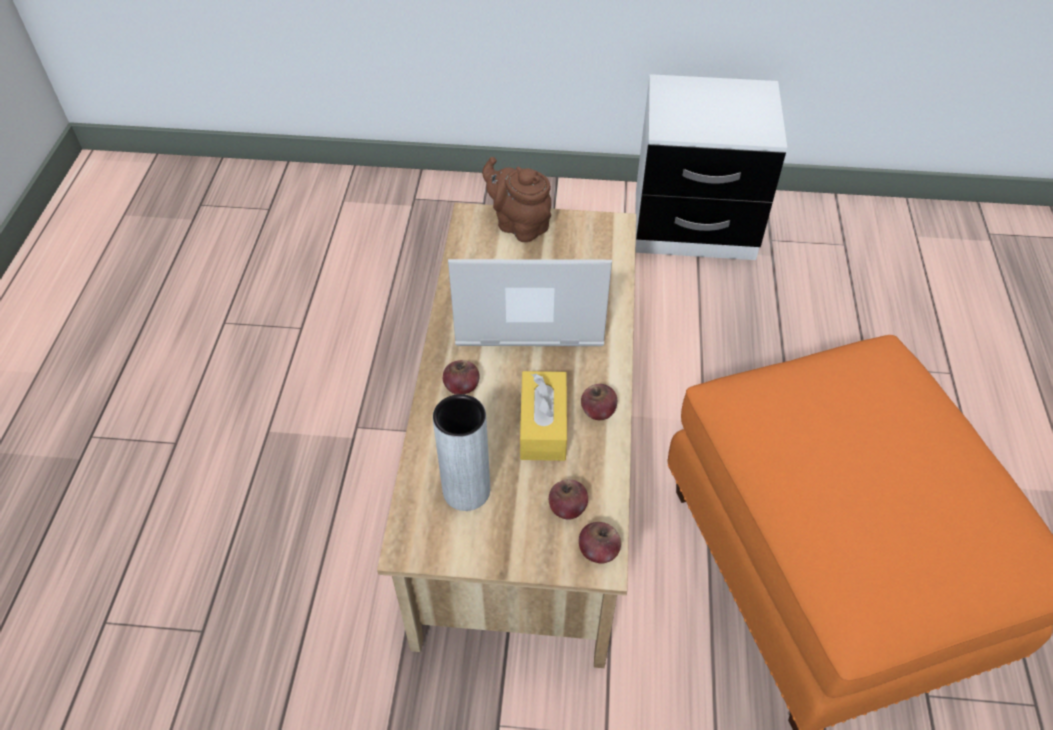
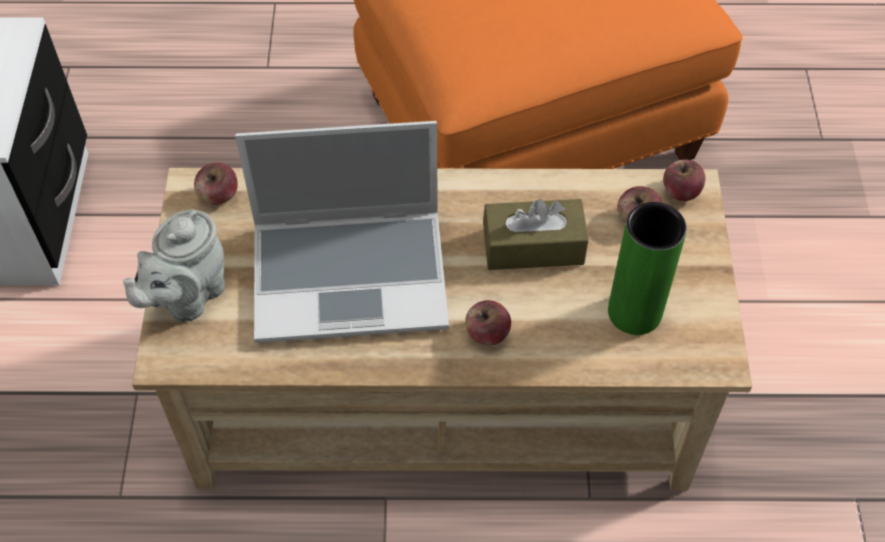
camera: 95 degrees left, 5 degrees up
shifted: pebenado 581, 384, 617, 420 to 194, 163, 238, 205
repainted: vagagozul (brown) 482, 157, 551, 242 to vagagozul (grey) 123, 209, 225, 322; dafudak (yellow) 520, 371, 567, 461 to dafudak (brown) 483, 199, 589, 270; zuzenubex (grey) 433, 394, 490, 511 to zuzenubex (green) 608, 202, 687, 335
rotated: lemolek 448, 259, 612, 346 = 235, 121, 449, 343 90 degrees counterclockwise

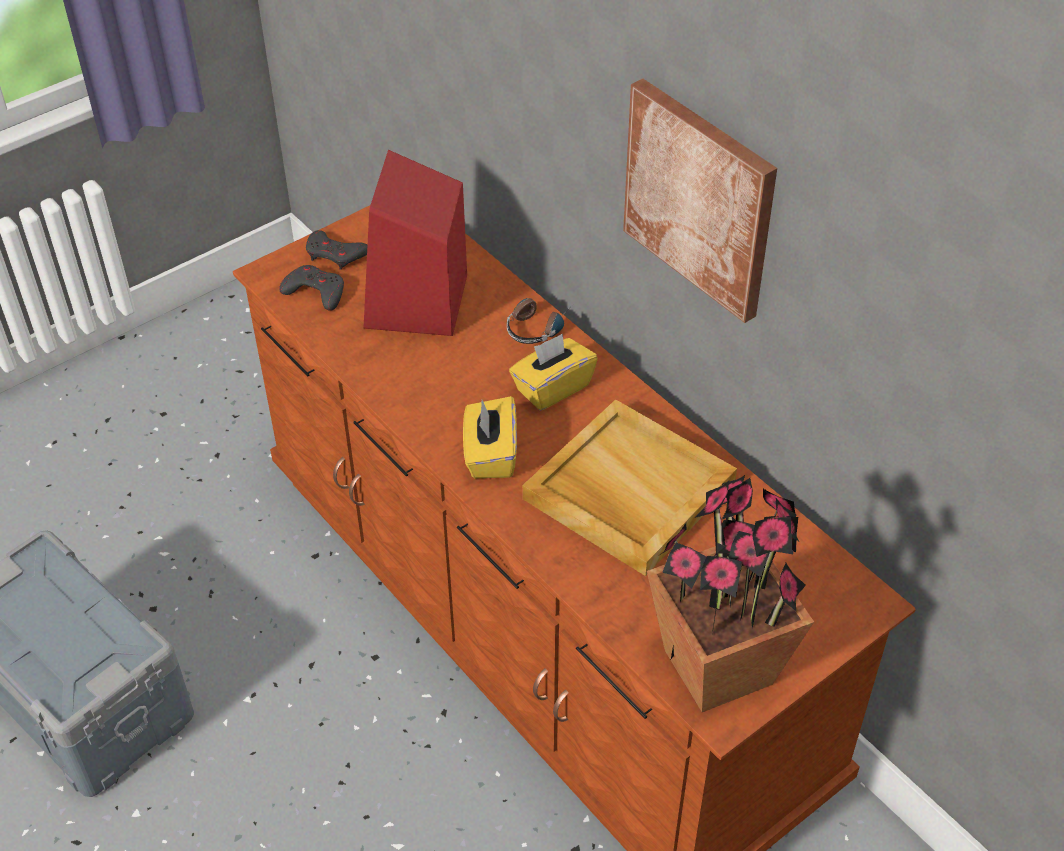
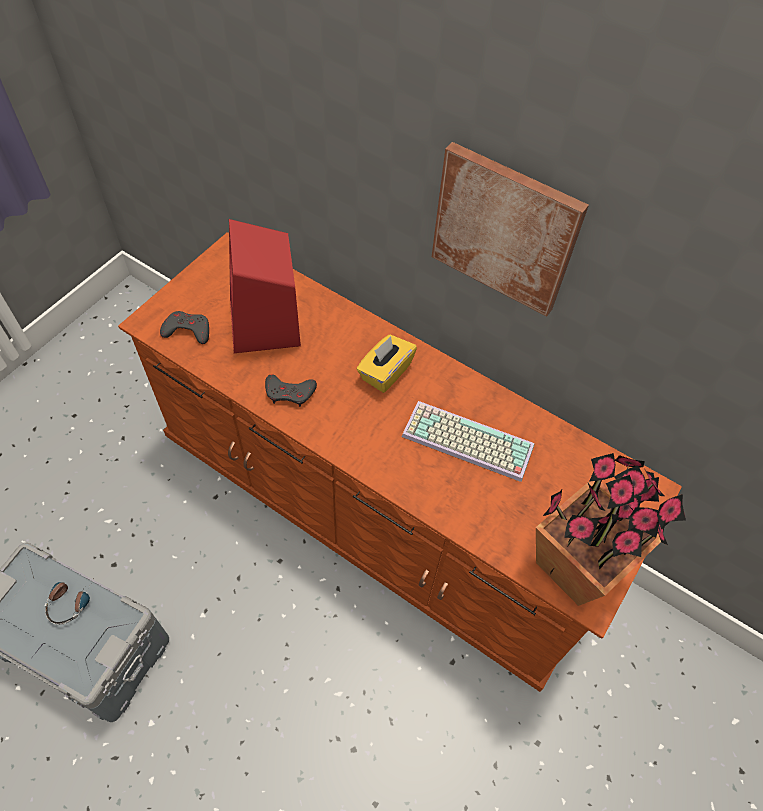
camera: 20 degrees left, 10 degrees up
gone: dafudak (yellow) 463, 396, 517, 478
shifted: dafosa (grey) 306, 230, 368, 270 to 265, 374, 317, 407; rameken 507, 298, 564, 344 to 44, 577, 95, 625
swapped: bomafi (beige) 523, 399, 737, 576 to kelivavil 402, 401, 534, 482

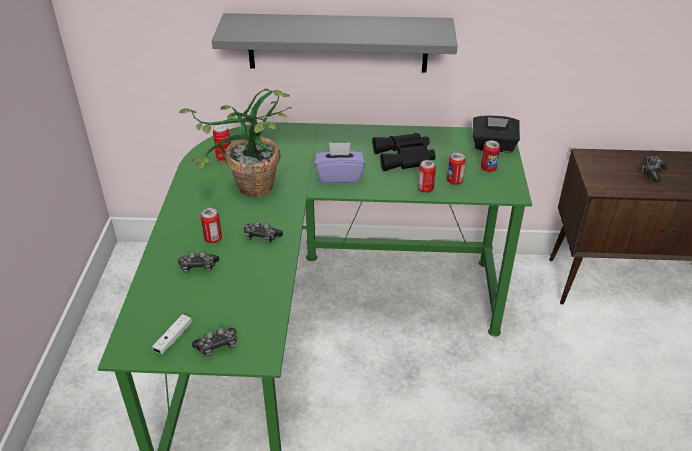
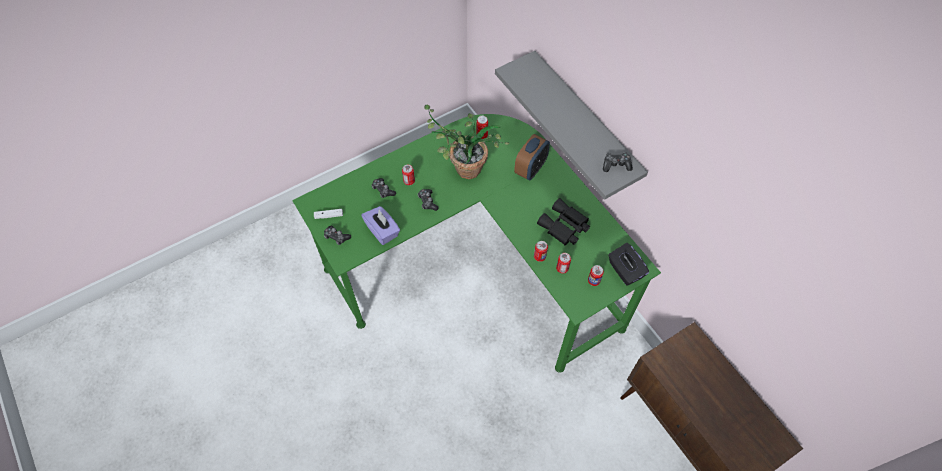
camera: 55 degrees right, 20 degrees up
new: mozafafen 514, 134, 550, 180
shifted: dafudak (purple) 315, 142, 365, 184 to 361, 206, 400, 245; dafosa 642, 156, 667, 182 to 603, 152, 633, 172

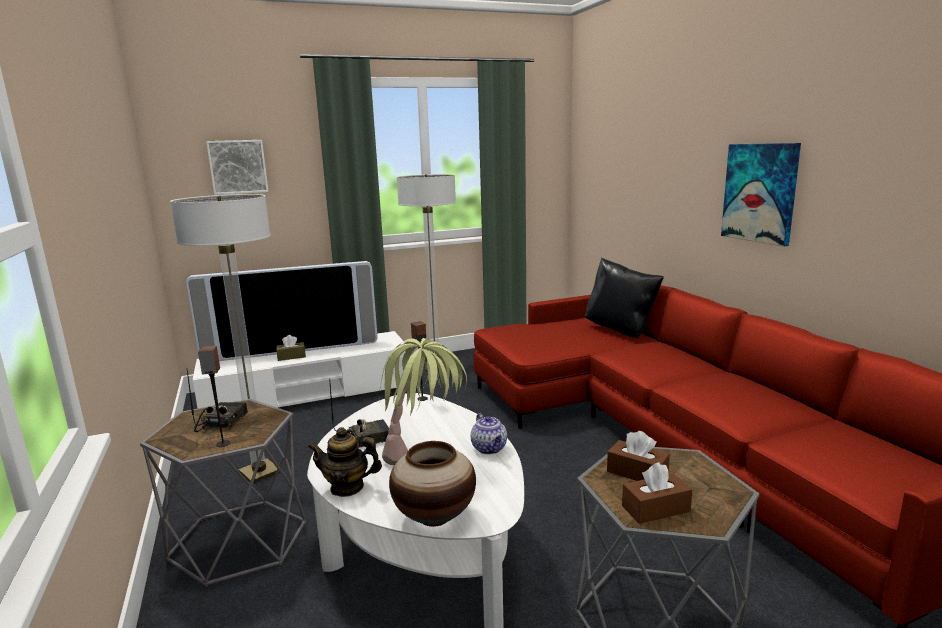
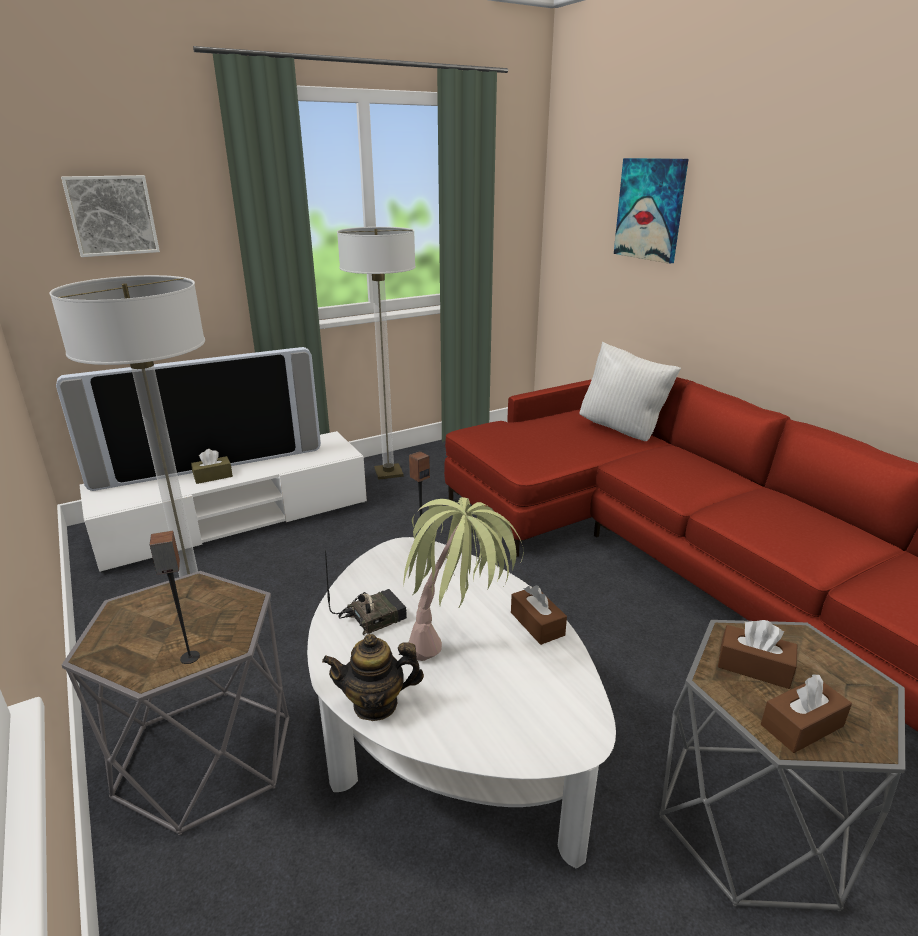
camera: 10 degrees left, 10 degrees up
gone: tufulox 187, 370, 248, 432; zuzenubex 389, 441, 476, 527
shifted: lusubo 721, 143, 801, 247 to 614, 158, 688, 264
swapped: vagagozul 471, 413, 507, 454 to dafudak (brown) 511, 585, 567, 645
repainted: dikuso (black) 585, 257, 664, 338 to dikuso (white) 579, 342, 681, 441

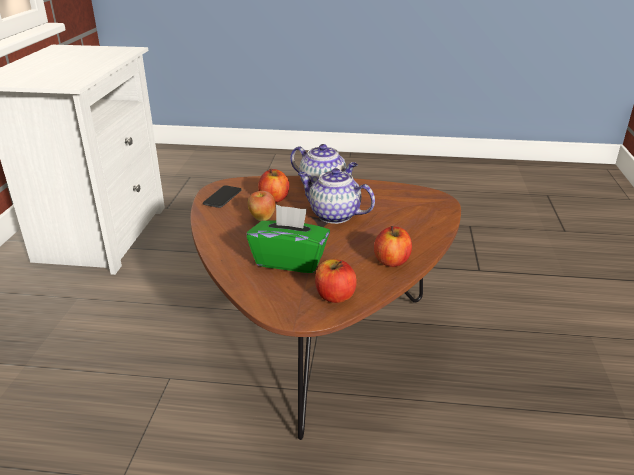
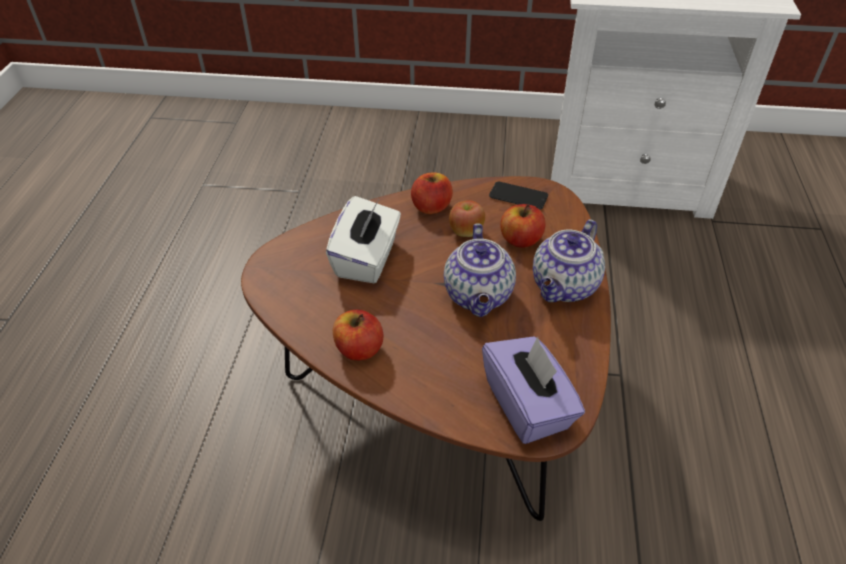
camera: 90 degrees right, 15 degrees up
new: dafudak (purple) 482, 336, 585, 444
shifted: pebenado 315, 259, 357, 303 to 411, 172, 453, 214
repainted: dafudak (green) 246, 204, 330, 273 to dafudak (white) 326, 196, 401, 284
rotated: vagagozul 298, 168, 375, 224 = 444, 223, 516, 317 150 degrees clockwise

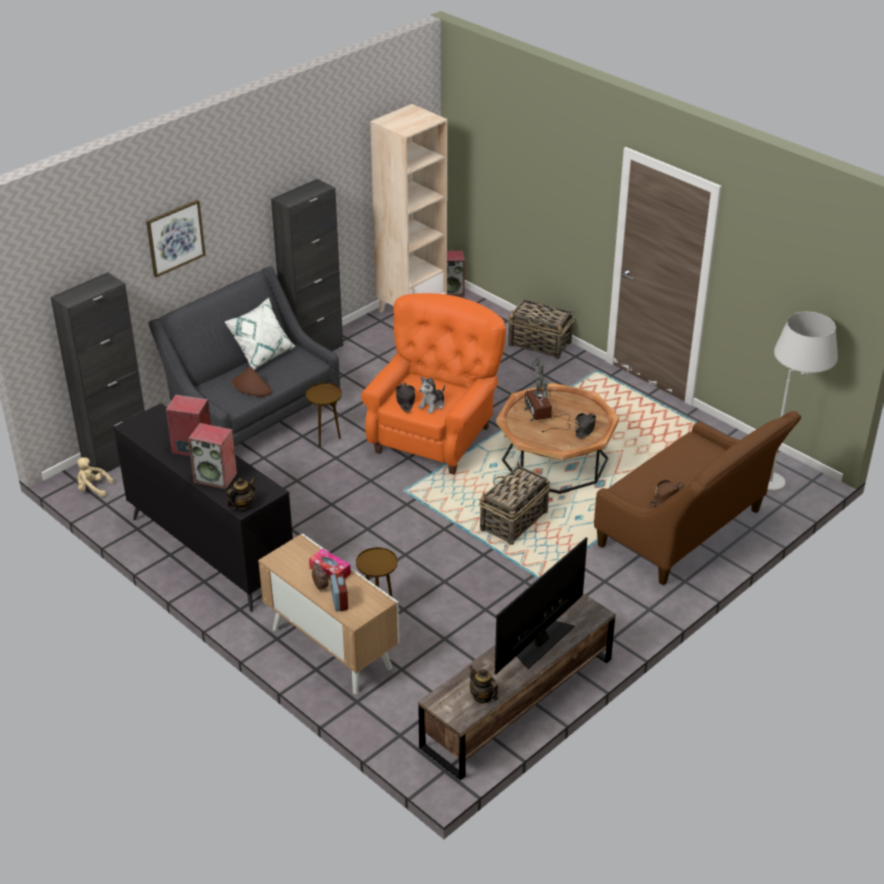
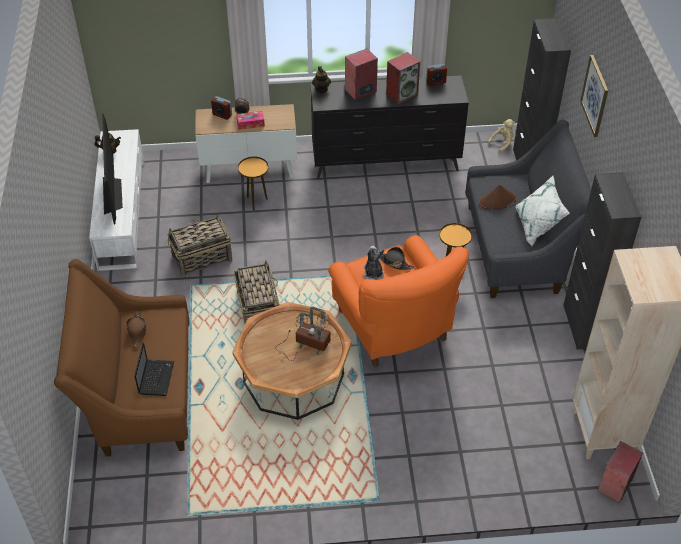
camera: 130 degrees right, 10 degrees up
gone: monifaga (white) 767, 312, 838, 493; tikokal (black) 575, 413, 596, 439
new: mozafafen 426, 64, 447, 86; lemolek 134, 342, 174, 396
shifted: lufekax 508, 299, 574, 359 to 167, 214, 232, 277
repainted: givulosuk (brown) 418, 593, 616, 780 to givulosuk (white) 89, 129, 145, 271

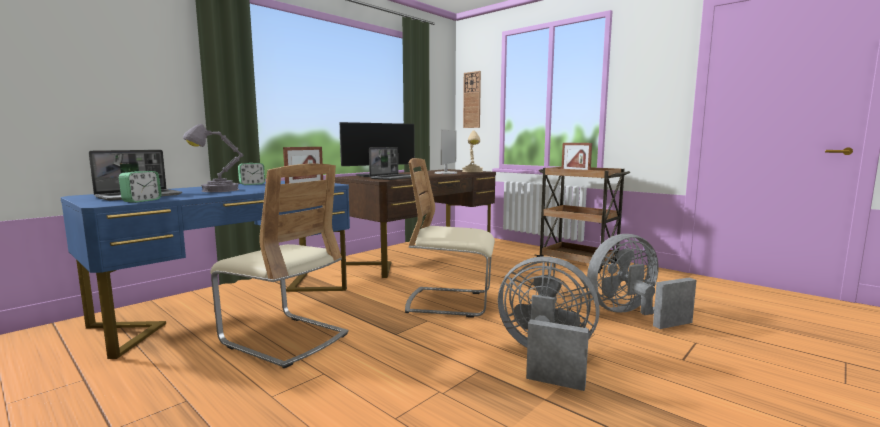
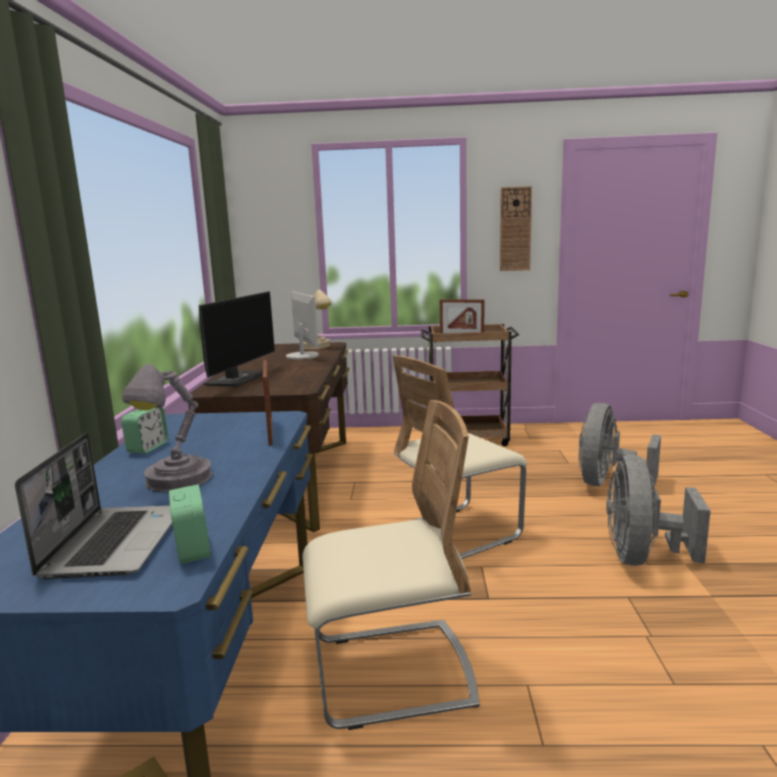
camera: 40 degrees left, 5 degrees up
gone: lemolek 369, 147, 411, 180
shifted: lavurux 463, 71, 481, 128 to 500, 186, 532, 271
rotated: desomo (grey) 498, 256, 600, 391 = 606, 455, 711, 566 60 degrees counterclockwise

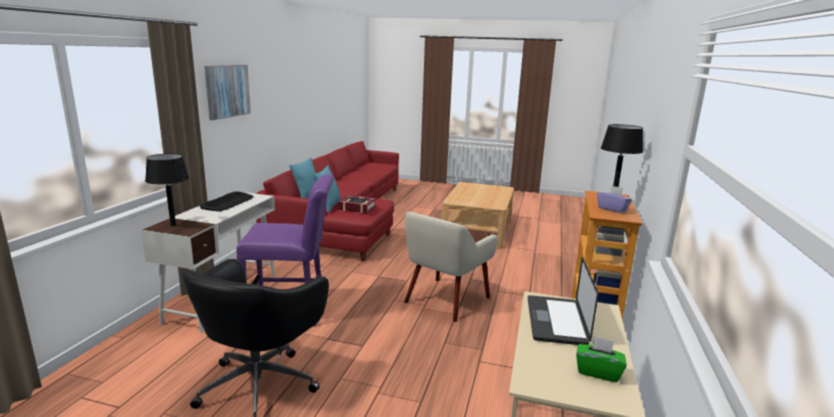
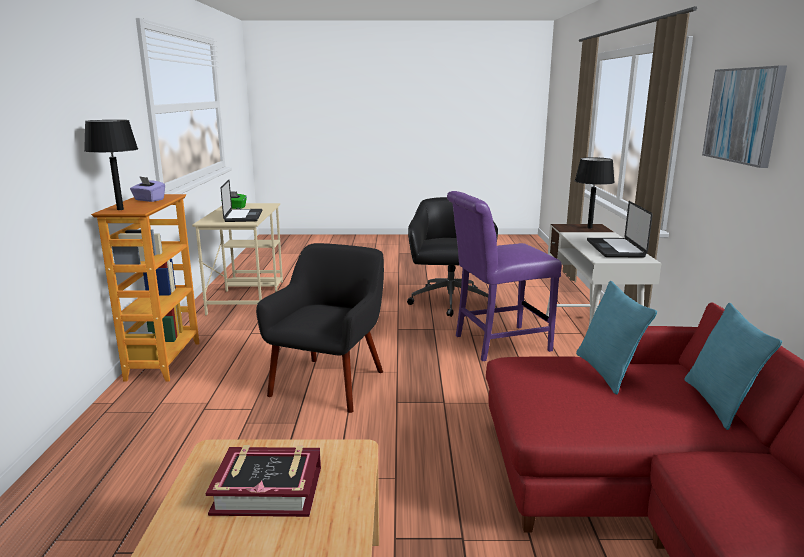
camera: 165 degrees right, 0 degrees up
shifted: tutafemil 338, 195, 377, 213 to 206, 445, 321, 517
swapped: kelivavil 200, 192, 254, 211 to lemolek 587, 201, 653, 258
repainted: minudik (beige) 404, 212, 498, 322 to minudik (black) 256, 243, 384, 413

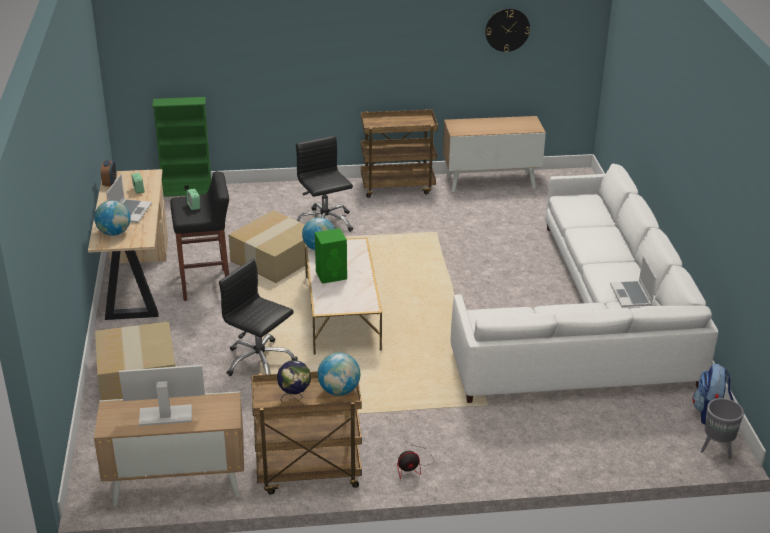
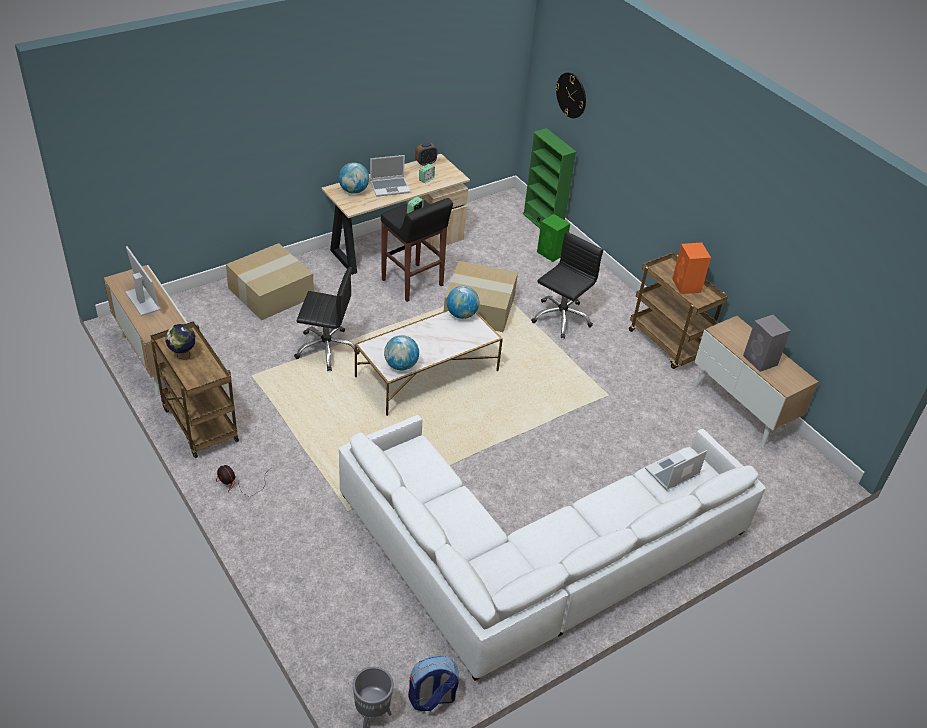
camera: 60 degrees right, 10 degrees up
new: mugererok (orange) 672, 243, 711, 294; mugererok (grey) 743, 315, 791, 372
shifted: lavurux 485, 8, 530, 52 to 555, 72, 586, 118; mugererok (green) 315, 228, 347, 284 to 537, 214, 570, 262; lemolek 610, 255, 656, 307 to 645, 450, 707, 490; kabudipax 317, 353, 360, 396 to 384, 335, 419, 370
rotated: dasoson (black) 219, 259, 298, 376 = 294, 267, 360, 371 90 degrees clockwise

